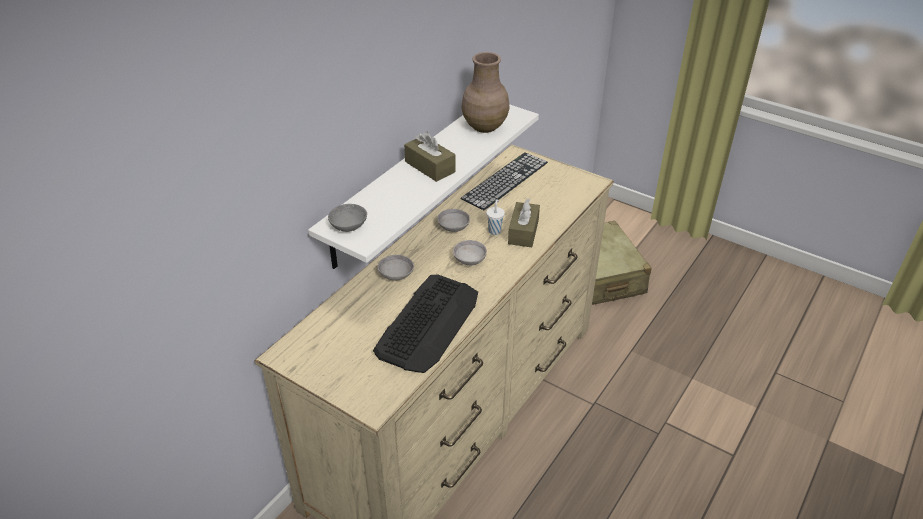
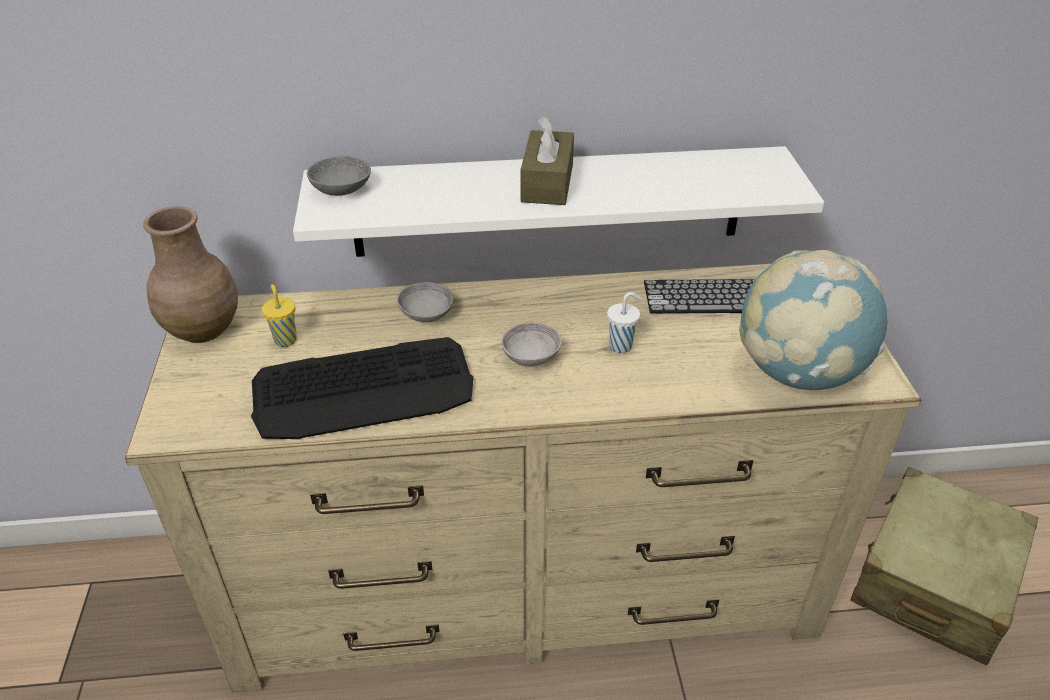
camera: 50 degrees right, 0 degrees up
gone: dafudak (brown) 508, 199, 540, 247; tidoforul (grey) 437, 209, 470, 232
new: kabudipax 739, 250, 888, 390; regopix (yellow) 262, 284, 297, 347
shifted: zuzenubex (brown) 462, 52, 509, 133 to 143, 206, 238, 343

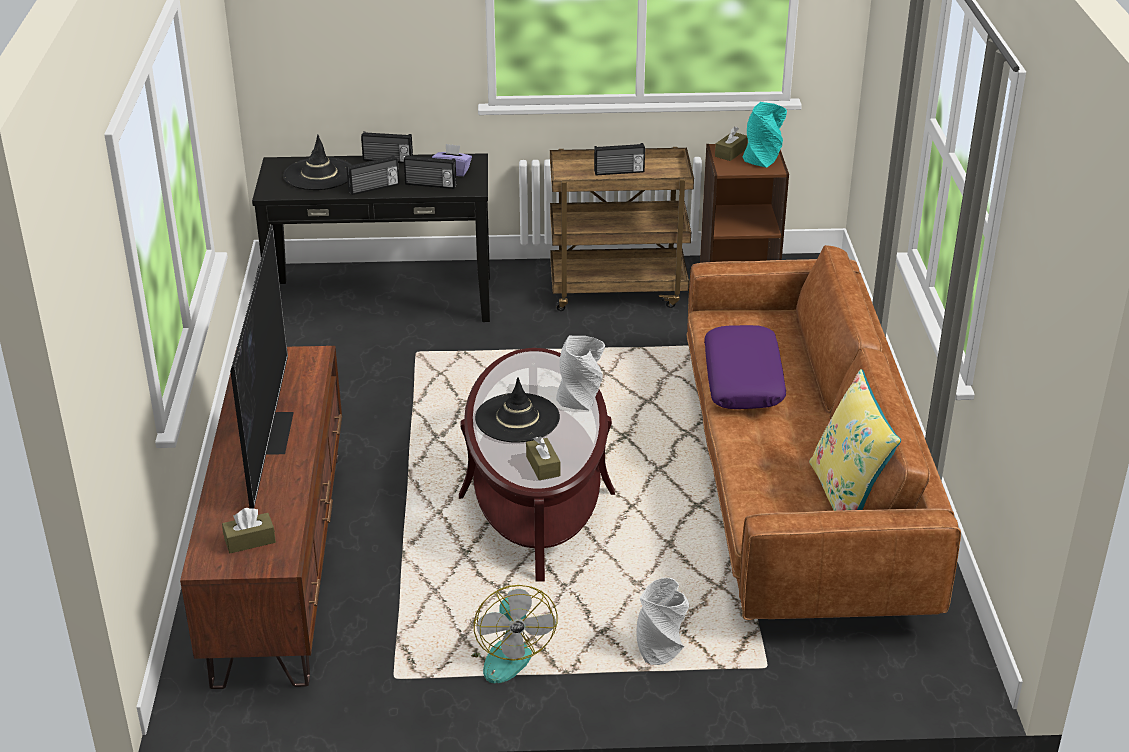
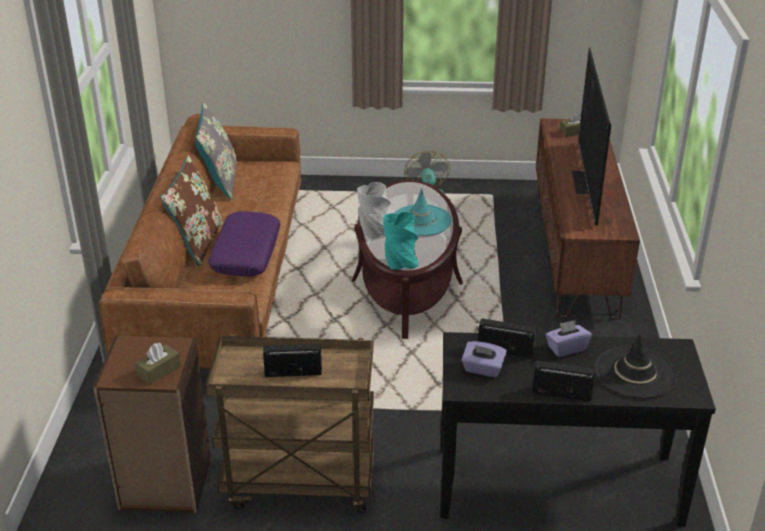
camera: 175 degrees left, 0 degrees up
gone: dafudak (brown) 526, 437, 560, 480; zuzenubex (grey) 637, 578, 689, 665
new: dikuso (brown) 160, 156, 223, 267
shifted: zuzenubex (turquoise) 743, 102, 787, 168 to 384, 212, 418, 269
swapped: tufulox 346, 155, 399, 195 to dafudak (purple) 546, 320, 592, 357
repainted: dikuso (yellow) 809, 369, 901, 511 to dikuso (grey) 195, 103, 237, 200; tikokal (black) 475, 377, 560, 442 to tikokal (turquoise) 395, 188, 451, 236

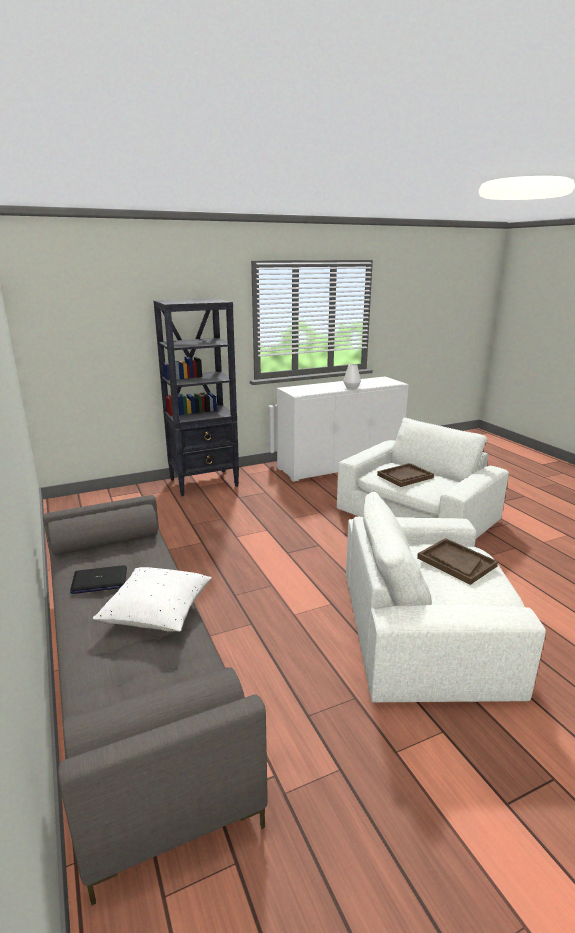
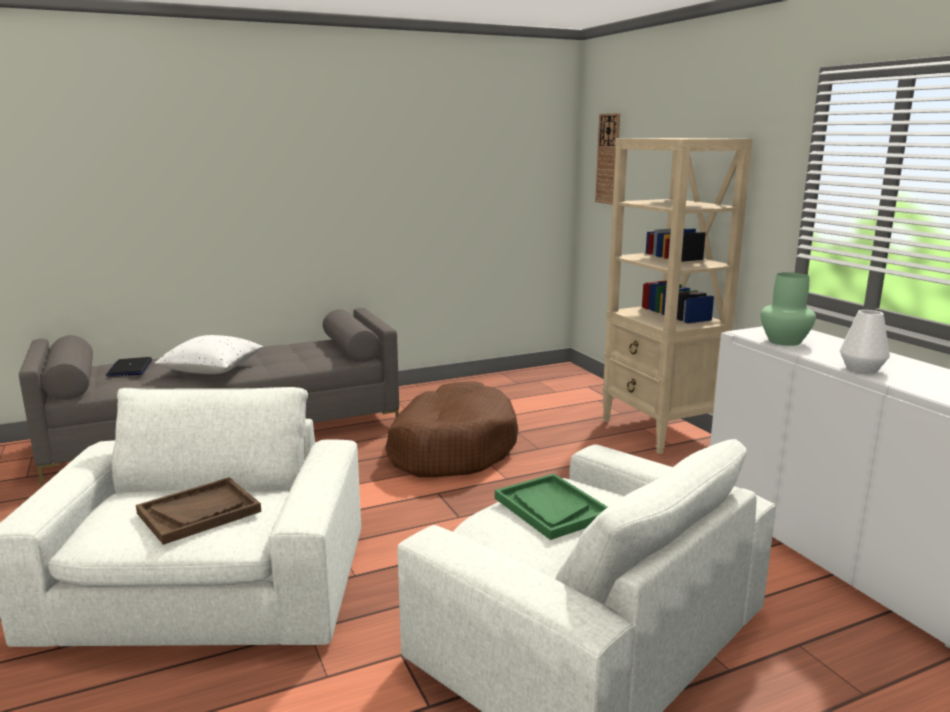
camera: 90 degrees right, 5 degrees down
new: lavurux 595, 113, 620, 205; zuzenubex (green) 761, 272, 816, 346; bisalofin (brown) 386, 381, 518, 477
shifted: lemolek 70, 565, 127, 594 to 106, 357, 152, 377
repainted: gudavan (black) 153, 299, 239, 497 to gudavan (beige) 602, 138, 753, 454; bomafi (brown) 377, 463, 434, 487 to bomafi (green) 495, 473, 607, 540

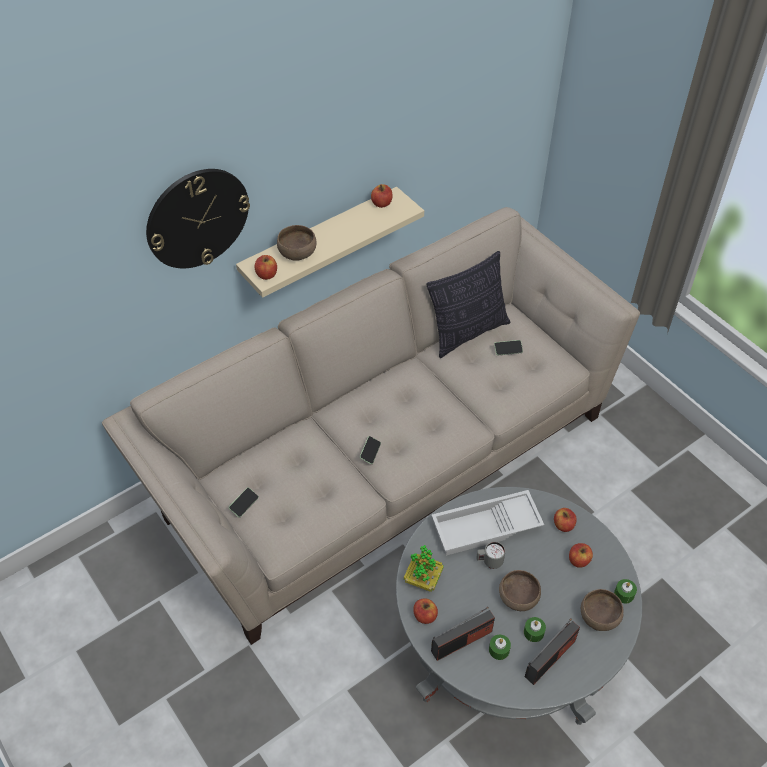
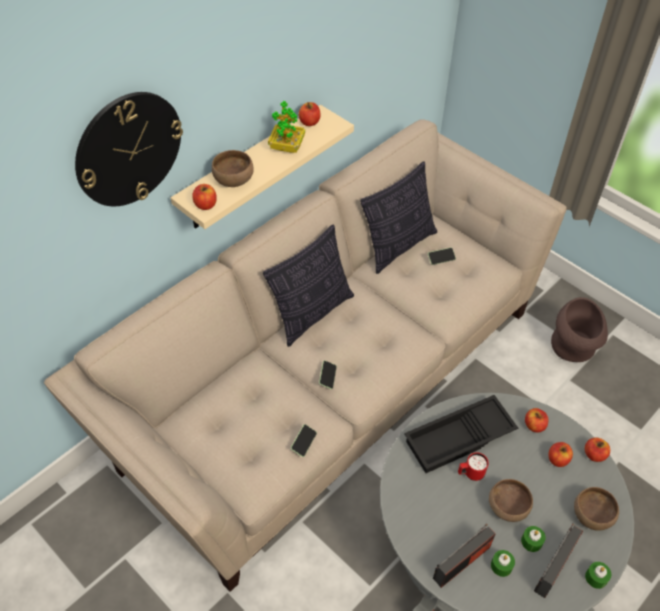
camera: 10 degrees left, 0 degrees up
new: dikuso 263, 225, 354, 347; zuzenubex (brown) 551, 297, 608, 362
shifted: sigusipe 229, 487, 259, 517 to 291, 424, 317, 457; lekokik 404, 545, 444, 592 to 268, 101, 305, 153; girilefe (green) 614, 579, 637, 603 to 585, 562, 611, 589; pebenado 414, 598, 438, 624 to 585, 437, 610, 462
repainted: bomafi (white) 432, 490, 544, 556 to bomafi (black) 404, 395, 518, 473; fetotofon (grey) 476, 541, 505, 569 to fetotofon (red) 458, 452, 489, 481

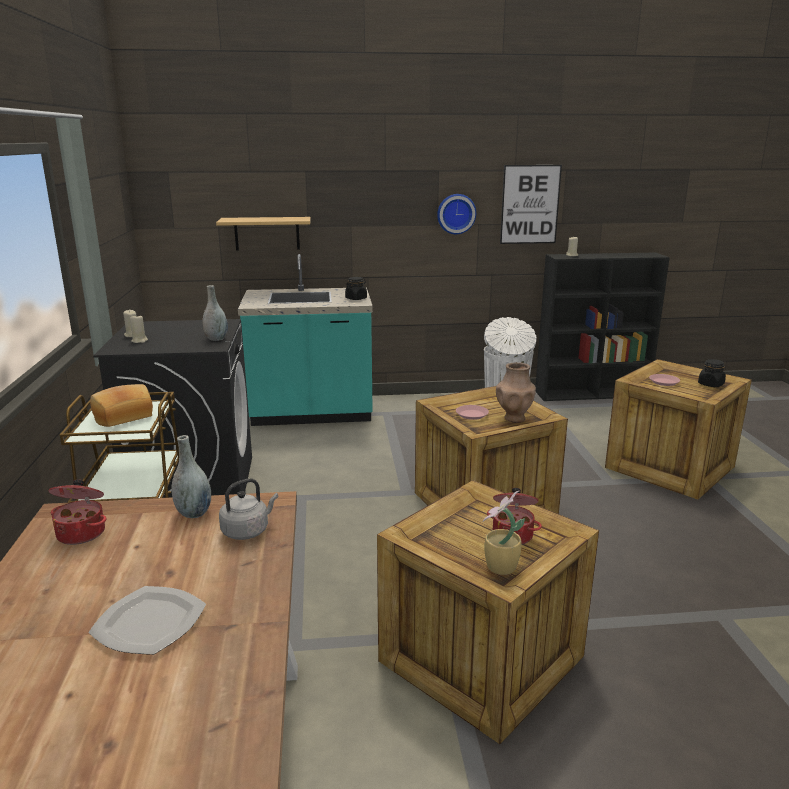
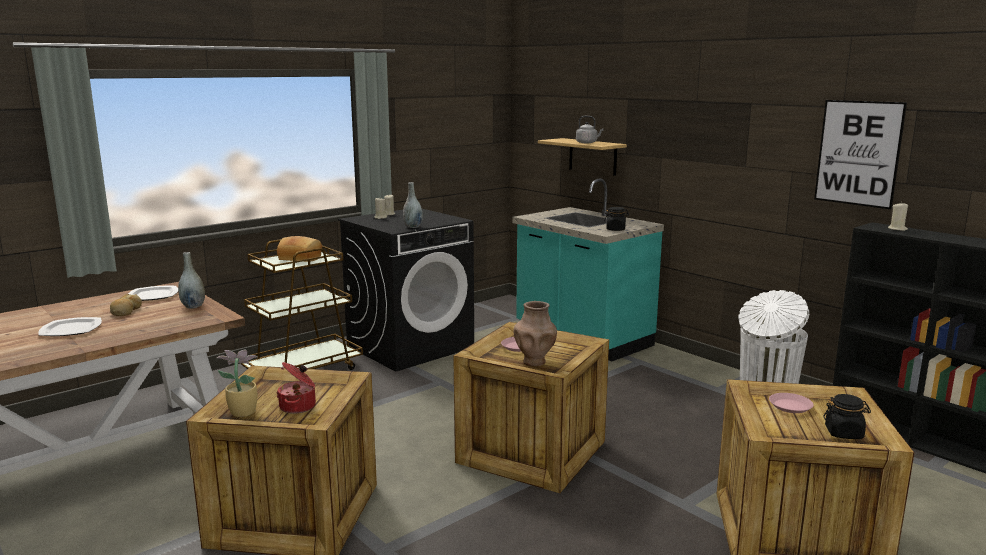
camera: 55 degrees right, 5 degrees down
gone: lavurux 437, 194, 476, 234
new: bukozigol 110, 294, 142, 316
shifted: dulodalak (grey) 219, 478, 278, 540 to 576, 116, 604, 143
swapped: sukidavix 49, 479, 107, 545 to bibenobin 128, 286, 178, 301

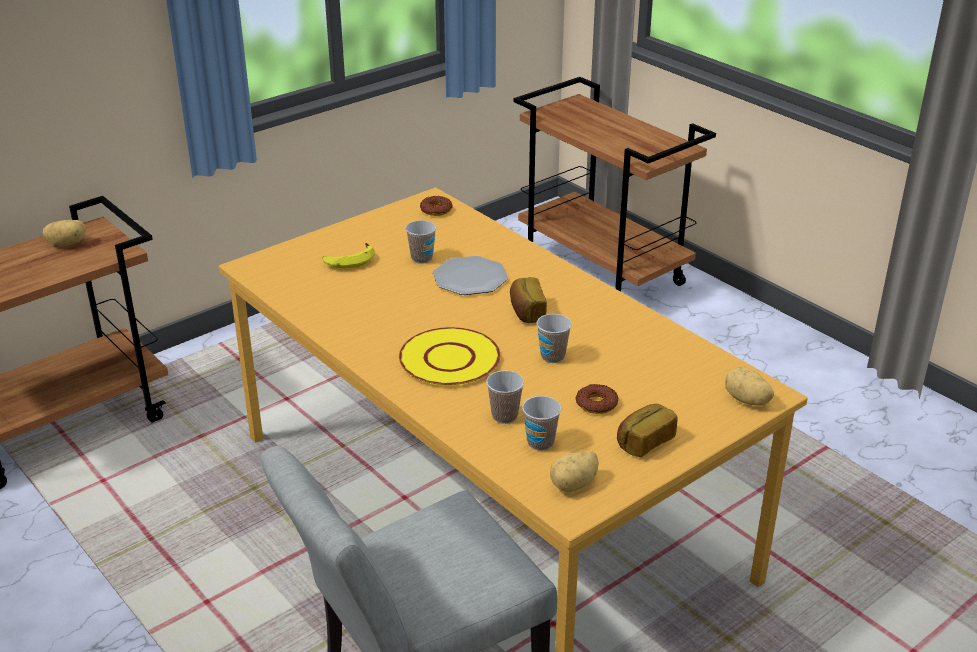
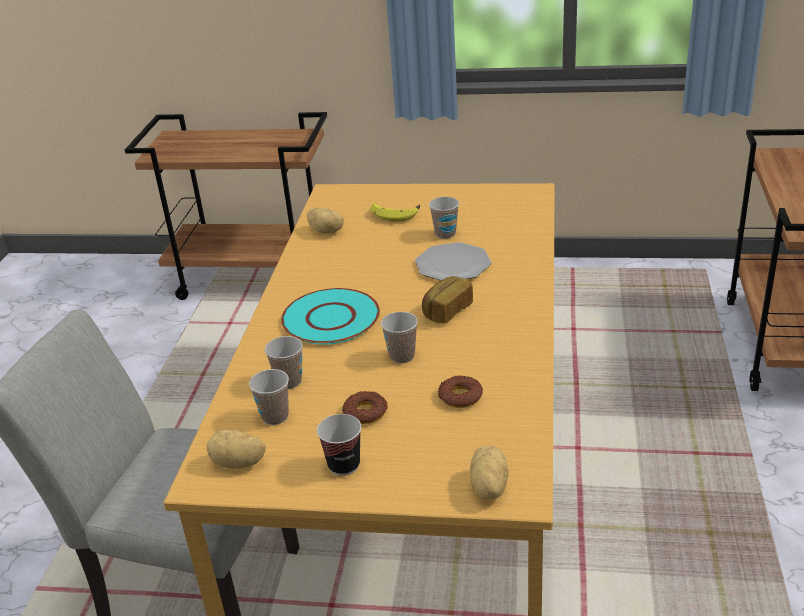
camera: 50 degrees right, 0 degrees up
shifted: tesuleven 420, 196, 453, 216 to 438, 375, 483, 408; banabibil 43, 220, 86, 246 to 307, 207, 344, 234
swapped: bukozigol 617, 404, 678, 457 to regopix 317, 414, 361, 476
repainted: bibenobin (yellow) 399, 327, 500, 386 to bibenobin (turquoise) 281, 288, 380, 344

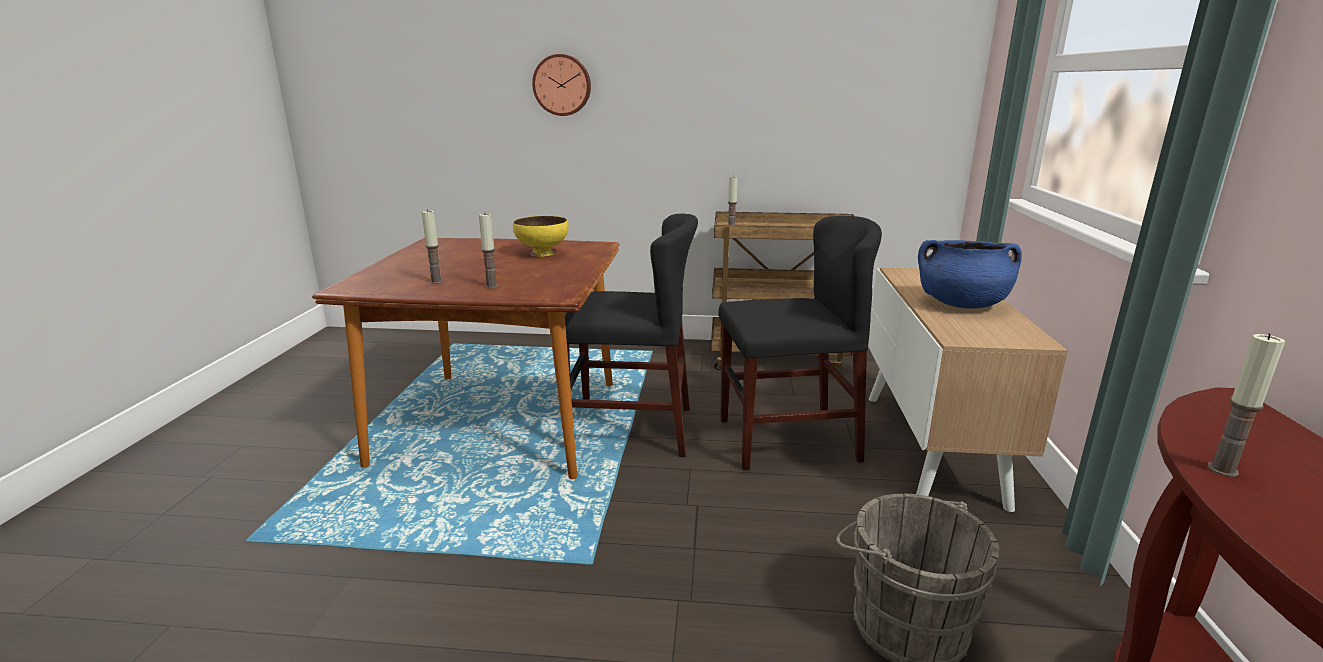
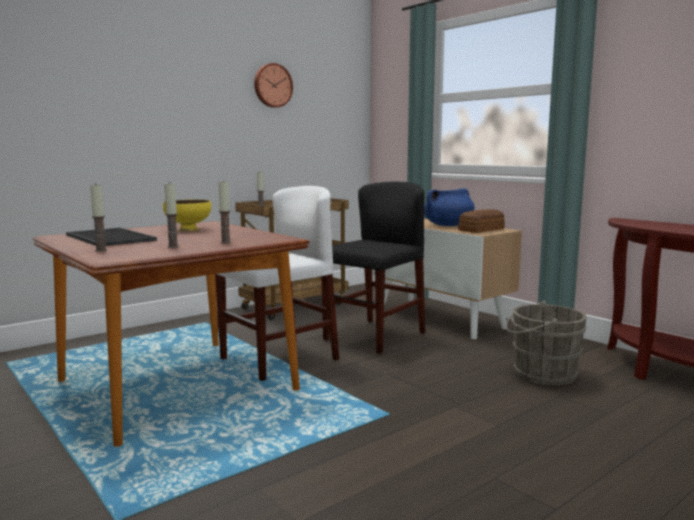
camera: 45 degrees left, 10 degrees down
new: bukozigol 458, 209, 505, 233; bomafi 66, 228, 157, 246
shifted: lavurux 532, 54, 591, 116 to 254, 63, 293, 108; girilefe 1207, 333, 1285, 477 to 90, 183, 107, 252
repainted: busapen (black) 565, 214, 698, 457 to busapen (white) 215, 186, 339, 381

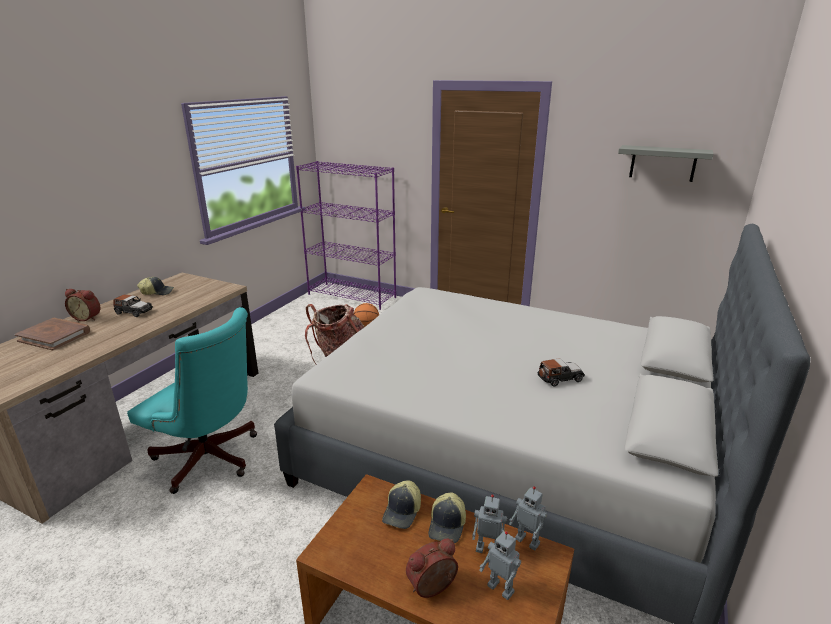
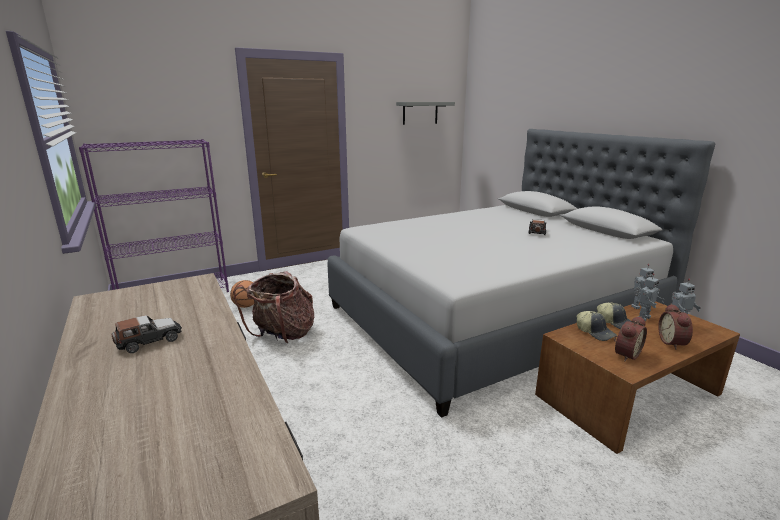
camera: 55 degrees left, 5 degrees down
gone: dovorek 137, 277, 174, 295; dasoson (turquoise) 127, 307, 257, 494; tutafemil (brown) 15, 318, 90, 350
shifted: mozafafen 65, 289, 100, 321 to 614, 316, 647, 361

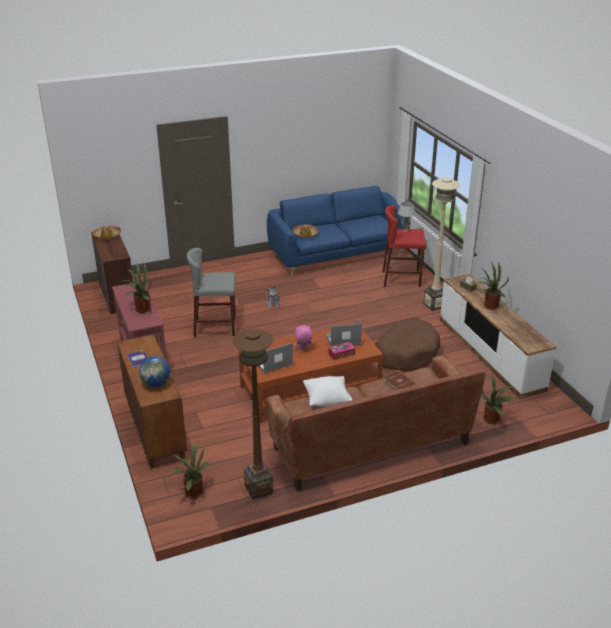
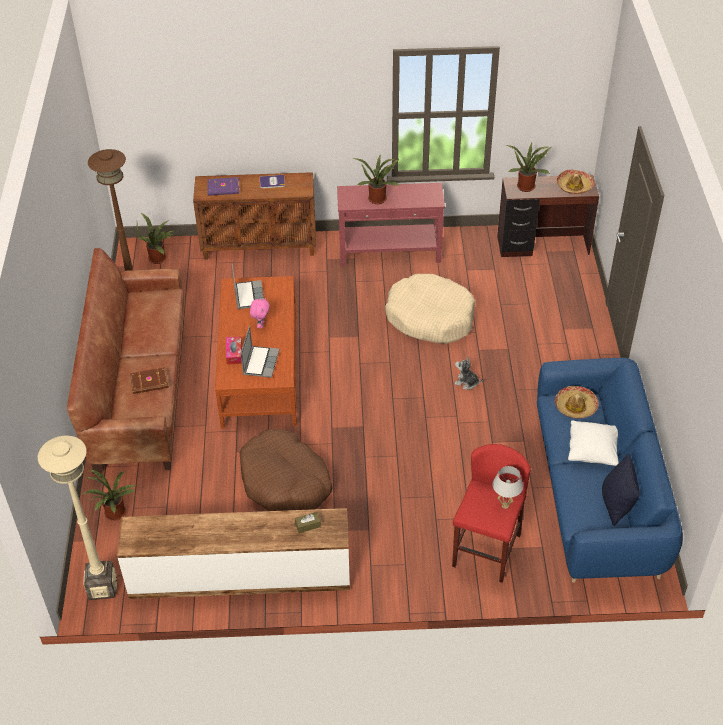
camera: 110 degrees right, 15 degrees up
new: dikuso (black) 602, 454, 640, 526
shifted: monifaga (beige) 423, 177, 460, 311 to 38, 436, 117, 600; lekokik 477, 262, 509, 310 to 506, 143, 551, 192; dikuso (white) 303, 376, 352, 407 to 568, 420, 619, 466
swapped: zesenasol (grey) 186, 248, 236, 337 to bisalofin (beige) 385, 274, 475, 344; kabudipax 139, 356, 171, 387 to tutafemil (purple) 207, 177, 239, 196

